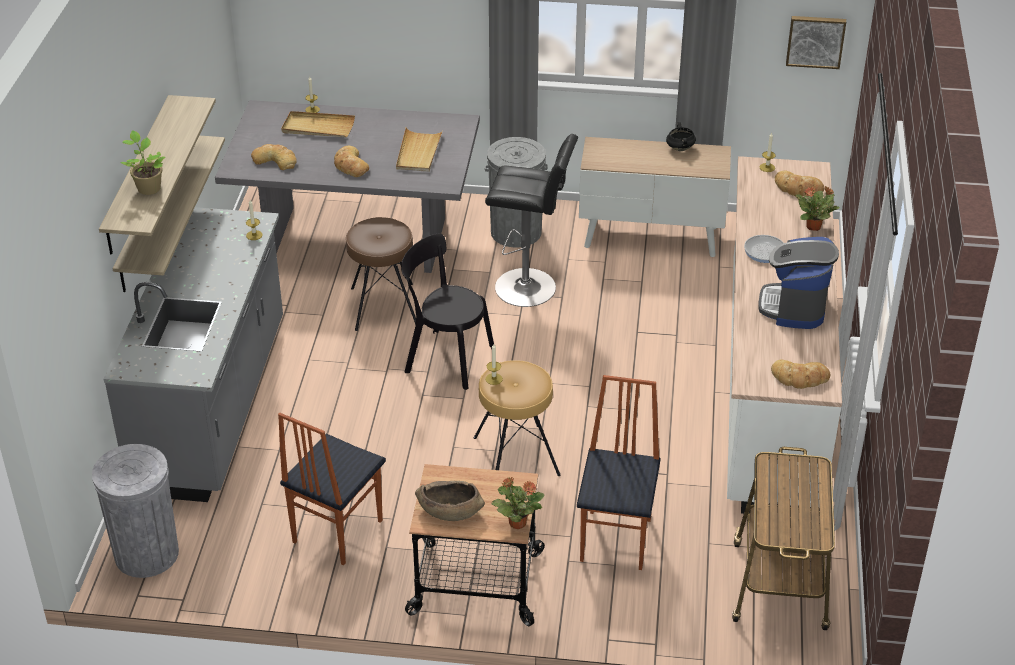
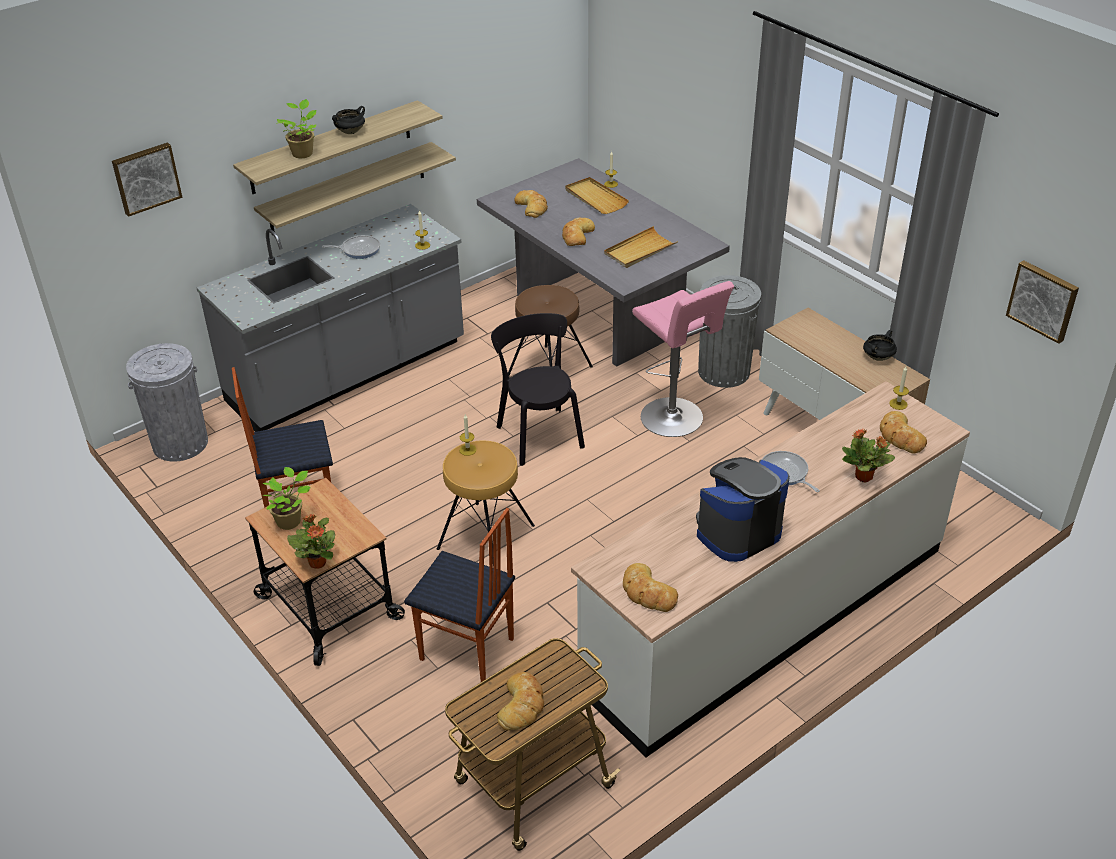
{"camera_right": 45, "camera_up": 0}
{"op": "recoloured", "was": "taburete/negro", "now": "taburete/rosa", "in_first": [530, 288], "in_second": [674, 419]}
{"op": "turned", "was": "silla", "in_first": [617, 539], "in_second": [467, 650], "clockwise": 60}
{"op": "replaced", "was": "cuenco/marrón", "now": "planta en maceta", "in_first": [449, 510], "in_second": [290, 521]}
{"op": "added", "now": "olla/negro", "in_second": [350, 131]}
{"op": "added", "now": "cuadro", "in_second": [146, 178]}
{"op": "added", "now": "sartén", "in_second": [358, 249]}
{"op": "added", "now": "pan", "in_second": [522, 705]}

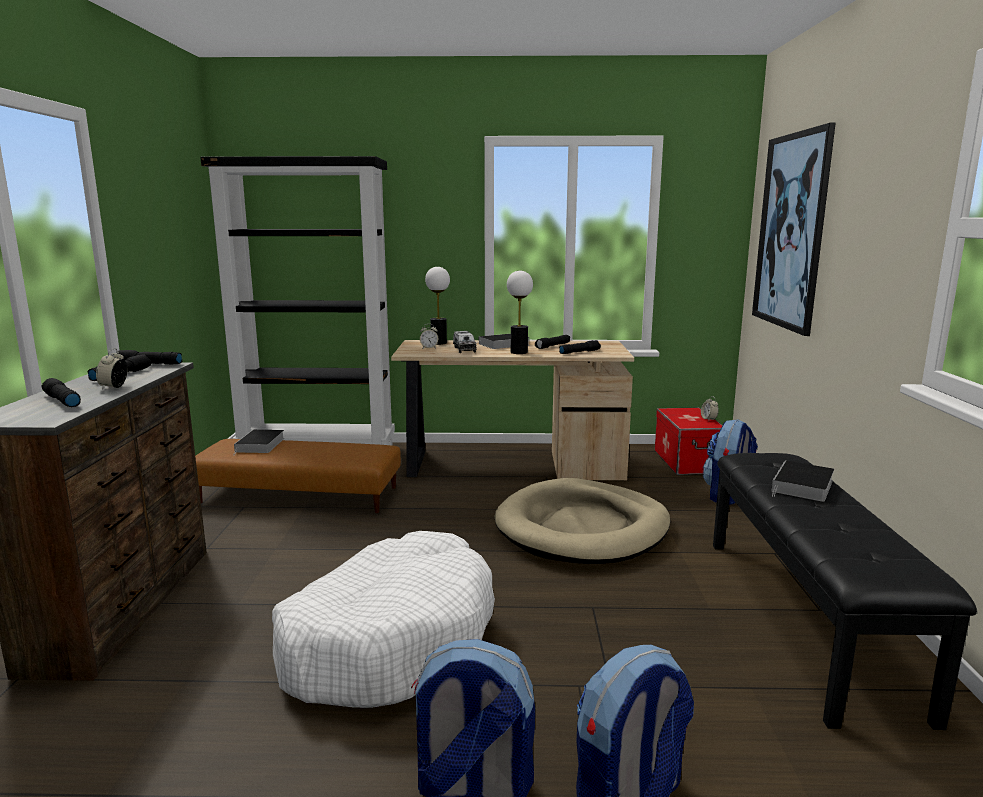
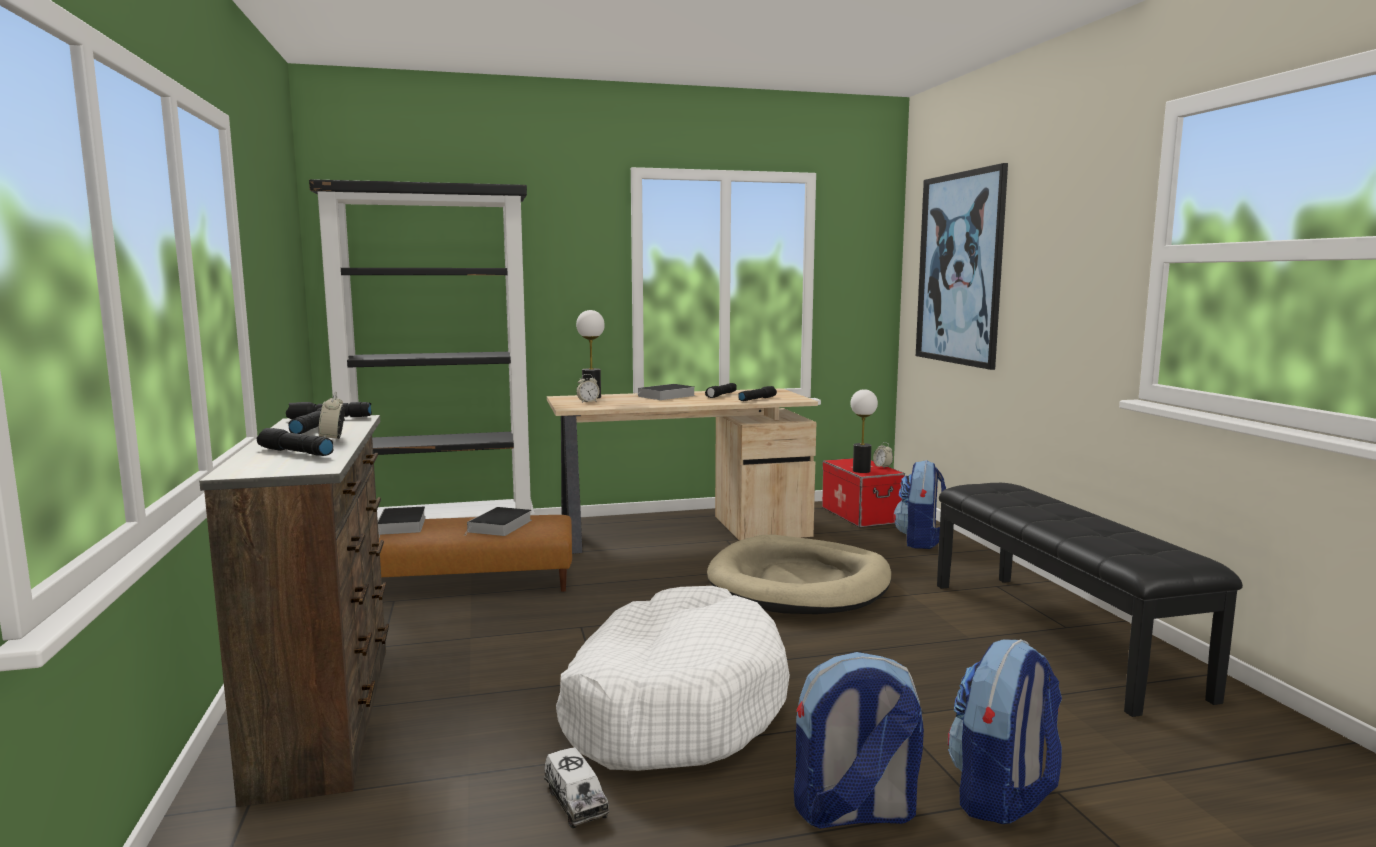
{"camera_right": -15, "camera_up": -5}
{"op": "moved", "was": "lámpara de mesa", "in_first": [518, 352], "in_second": [861, 471]}
{"op": "moved", "was": "camión de juguete", "in_first": [464, 349], "in_second": [575, 801]}
{"op": "moved", "was": "libro", "in_first": [803, 486], "in_second": [500, 526]}

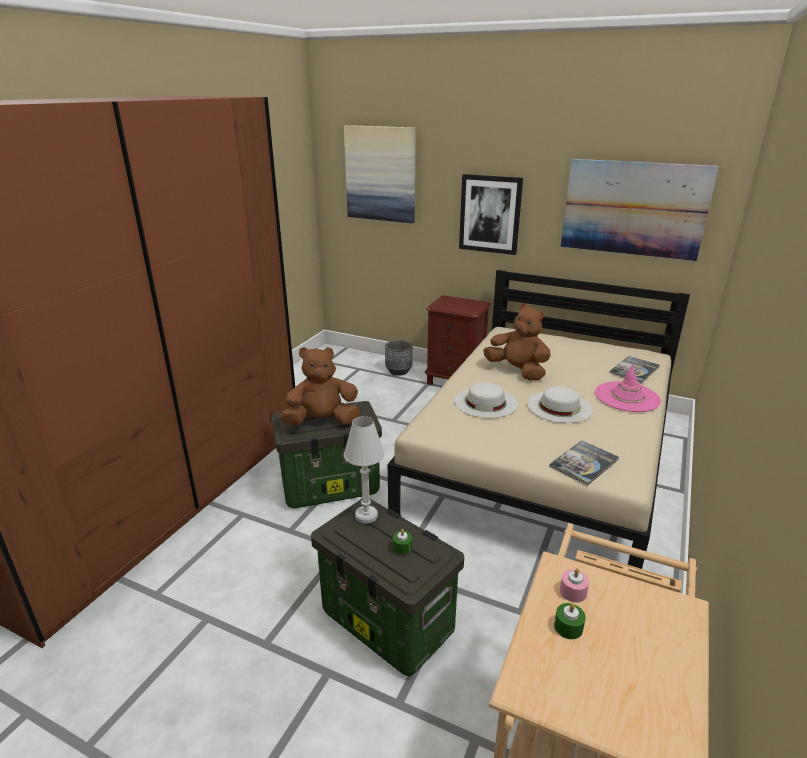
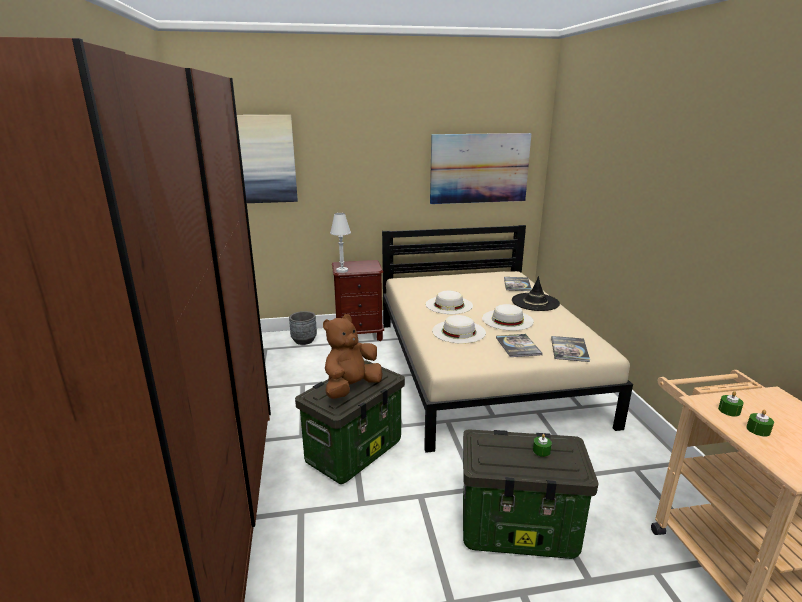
{"camera_right": -35, "camera_up": -5}
{"op": "removed", "was": "cuadro", "in_first": [490, 214]}
{"op": "replaced", "was": "peluche/marrón", "now": "sombrero/blanco", "in_first": [517, 371], "in_second": [449, 305]}
{"op": "recoloured", "was": "sombrero/rosa", "now": "sombrero/negro", "in_first": [627, 397], "in_second": [535, 302]}
{"op": "moved", "was": "lámpara de mesa/blanco", "in_first": [366, 516], "in_second": [342, 270]}
{"op": "recoloured", "was": "vela/rosa", "now": "vela/verde", "in_first": [573, 592], "in_second": [729, 410]}
{"op": "added", "now": "libro", "in_second": [518, 346]}

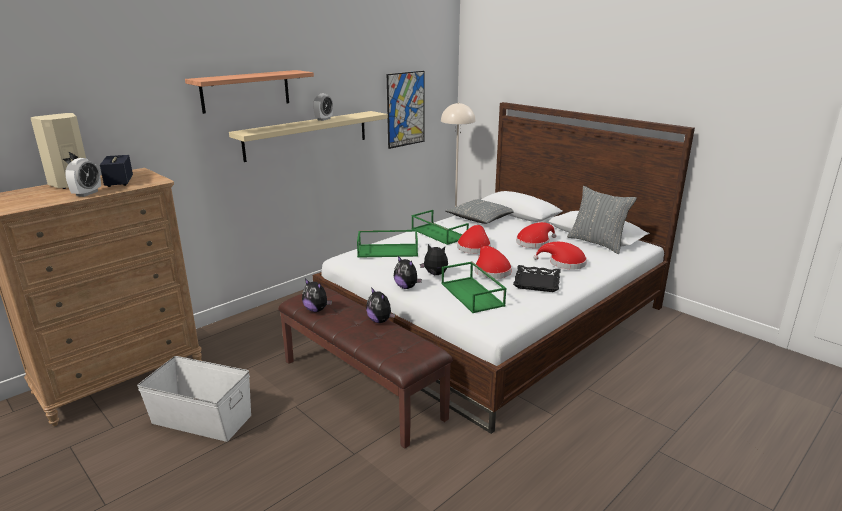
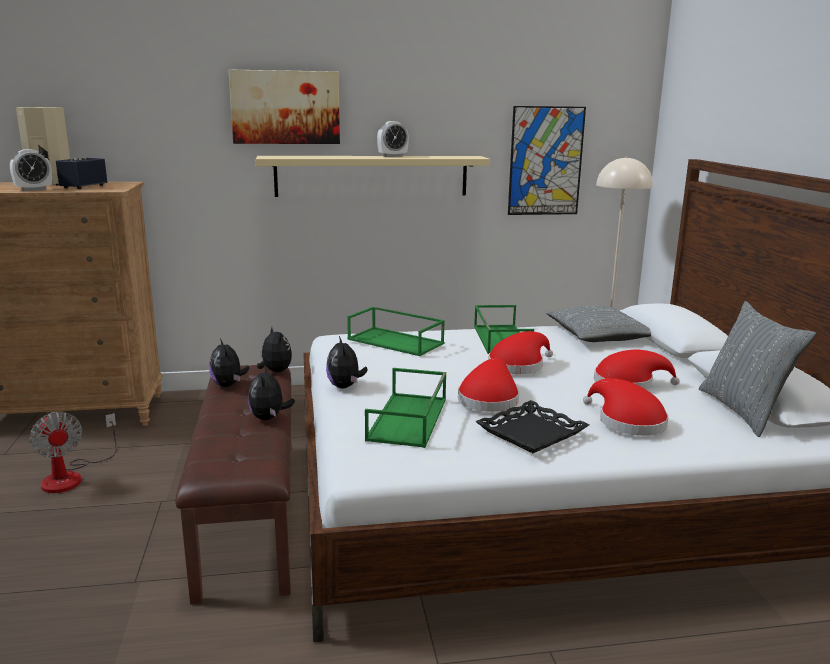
{"camera_right": 35, "camera_up": -5}
{"op": "replaced", "was": "estante", "now": "cuadro", "in_first": [246, 91], "in_second": [285, 107]}
{"op": "moved", "was": "peluche", "in_first": [435, 275], "in_second": [275, 371]}
{"op": "replaced", "was": "caja de almacenaje/blanco", "now": "ventilador", "in_first": [201, 418], "in_second": [71, 476]}

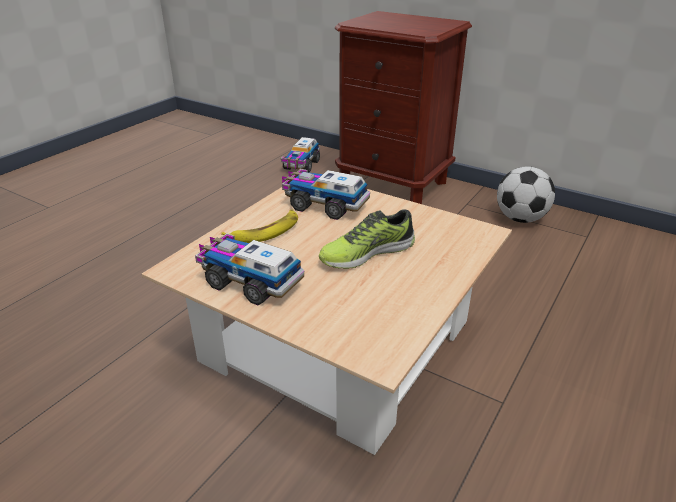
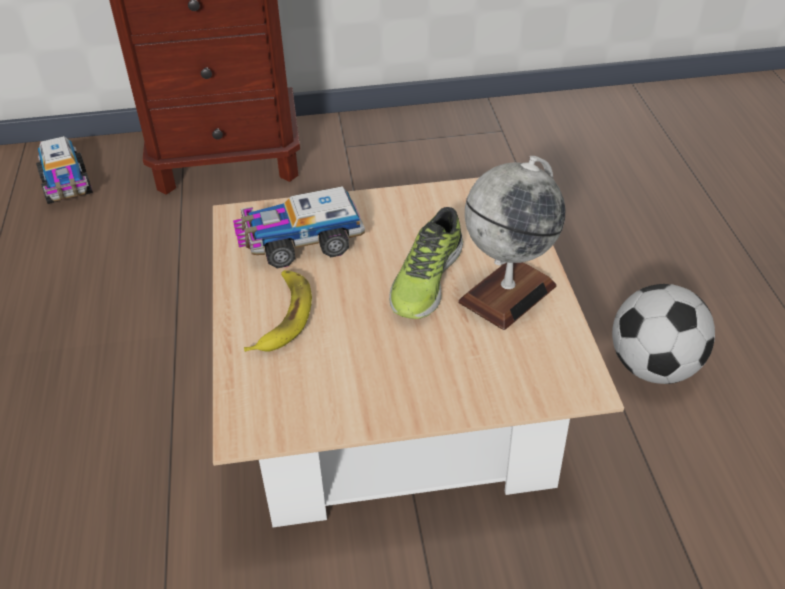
{"camera_right": -40, "camera_up": 10}
{"op": "moved", "was": "balón de fútbol", "in_first": [520, 218], "in_second": [654, 366]}
{"op": "removed", "was": "camión de juguete", "in_first": [249, 281]}
{"op": "added", "now": "globo terráqueo", "in_second": [507, 293]}

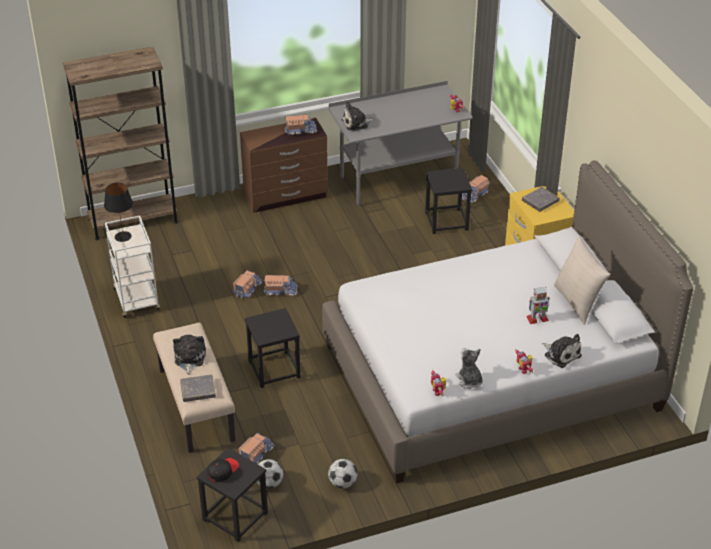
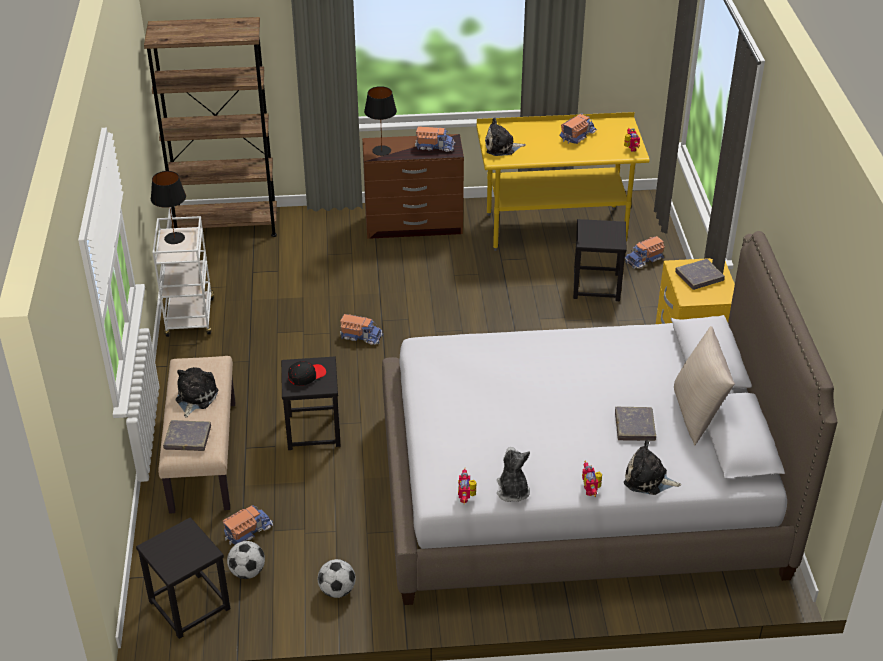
{"camera_right": 15, "camera_up": 0}
{"op": "recoloured", "was": "escritorio/gris", "now": "escritorio/amarillo", "in_first": [398, 181], "in_second": [555, 228]}
{"op": "moved", "was": "camión de juguete", "in_first": [247, 288], "in_second": [577, 135]}
{"op": "replaced", "was": "robot de juguete", "now": "libro/gris", "in_first": [537, 319], "in_second": [634, 426]}
{"op": "turned", "was": "peluche", "in_first": [561, 354], "in_second": [648, 479], "clockwise": 135}
{"op": "moved", "was": "gorra/negro", "in_first": [222, 471], "in_second": [306, 376]}
{"op": "added", "now": "lámpara de mesa/negro", "in_second": [382, 150]}

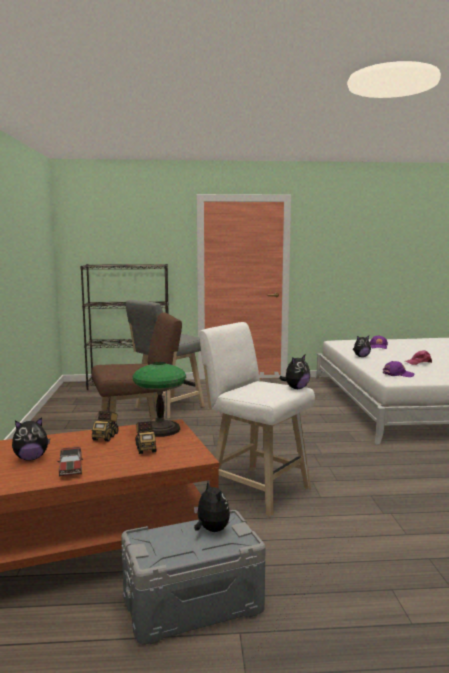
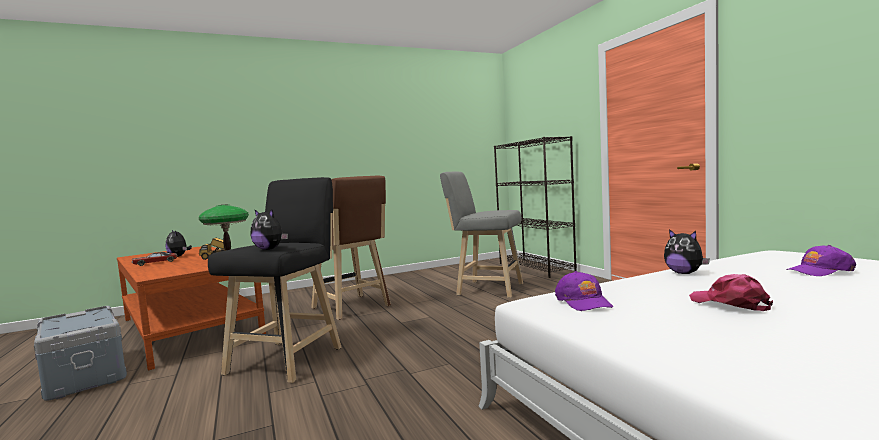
{"camera_right": 70, "camera_up": -5}
{"op": "recoloured", "was": "taburete/blanco", "now": "taburete/negro", "in_first": [255, 489], "in_second": [289, 358]}
{"op": "removed", "was": "camión de juguete", "in_first": [145, 448]}
{"op": "removed", "was": "peluche", "in_first": [211, 530]}

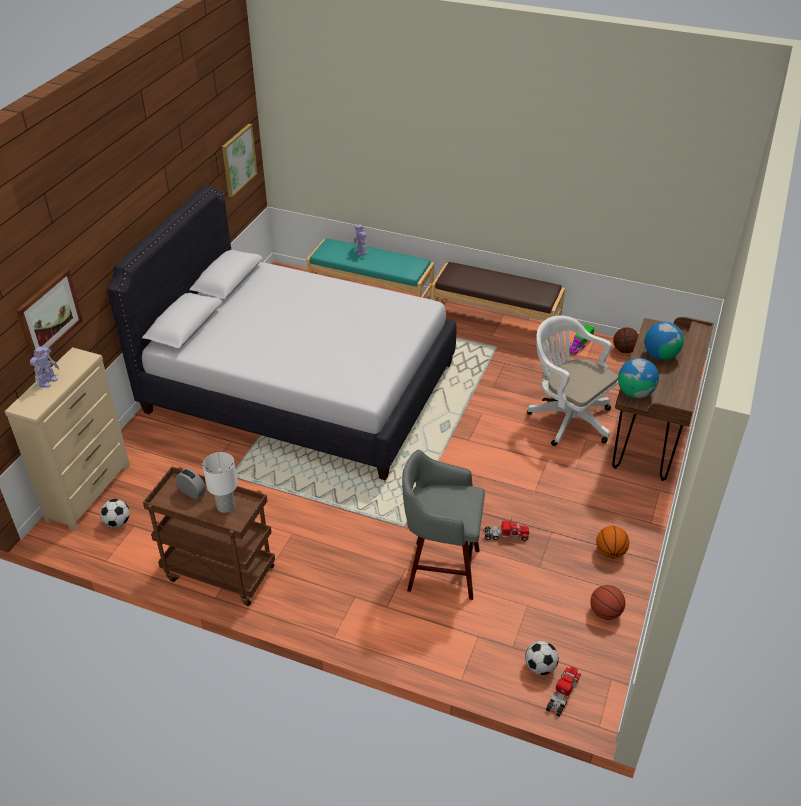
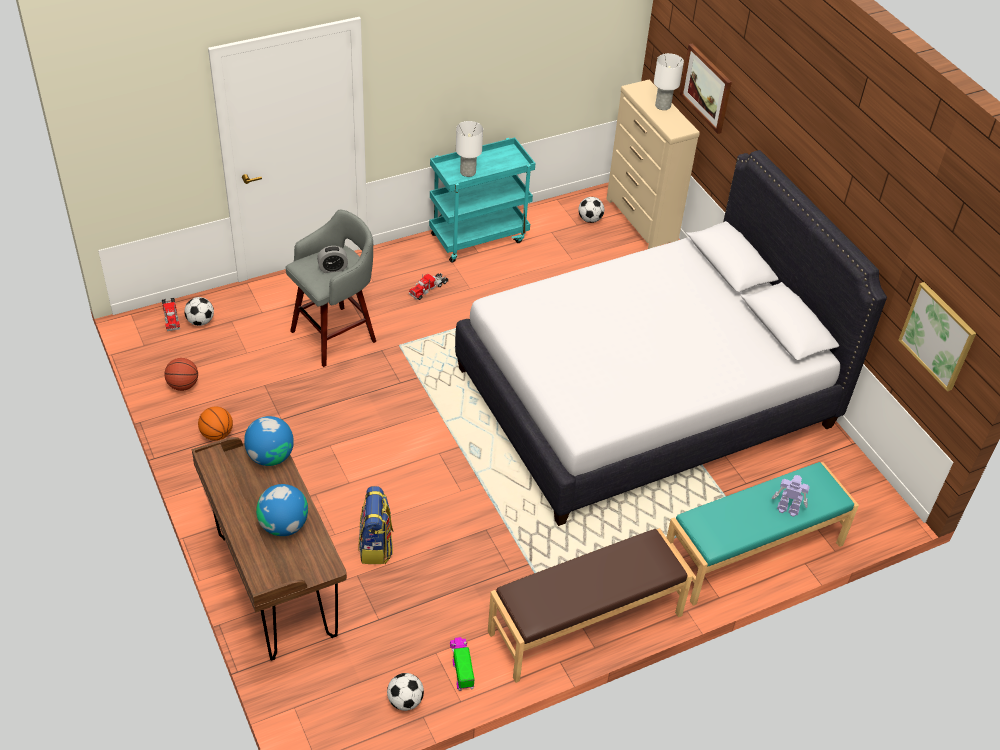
{"camera_right": 130, "camera_up": 5}
{"op": "replaced", "was": "silla de oficina/blanco", "now": "mochila", "in_first": [567, 418], "in_second": [376, 546]}
{"op": "replaced", "was": "balón de baloncesto", "now": "balón de fútbol", "in_first": [624, 350], "in_second": [405, 701]}
{"op": "replaced", "was": "robot de juguete", "now": "lámpara de mesa/blanco", "in_first": [48, 381], "in_second": [663, 106]}
{"op": "recoloured", "was": "carrito/marrón", "now": "carrito/turquesa", "in_first": [218, 573], "in_second": [479, 237]}
{"op": "moved", "was": "despertador", "in_first": [192, 492], "in_second": [333, 268]}
{"op": "moved", "was": "camión de juguete", "in_first": [505, 535], "in_second": [428, 288]}

